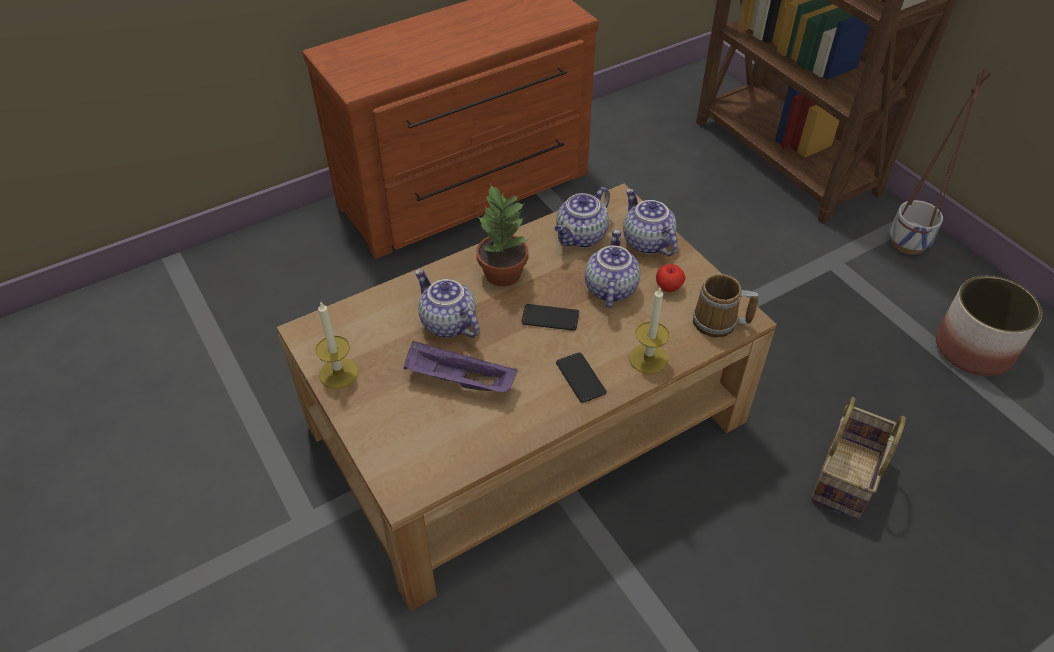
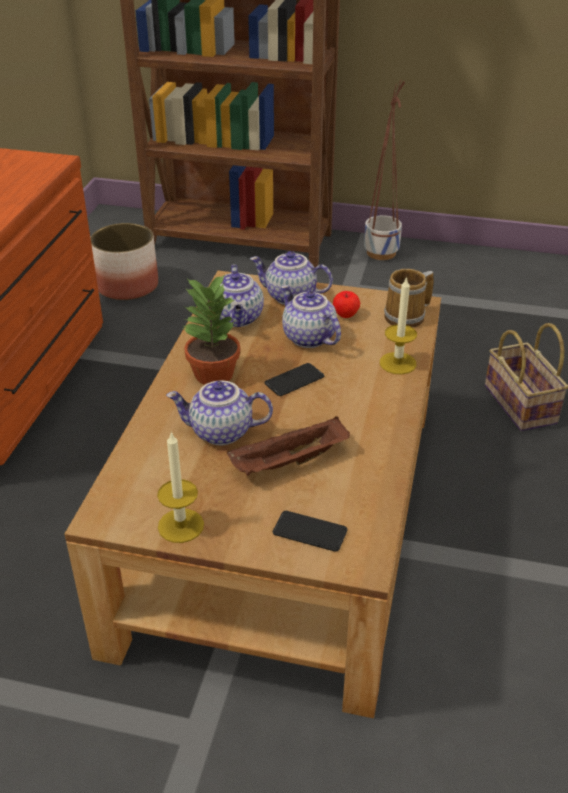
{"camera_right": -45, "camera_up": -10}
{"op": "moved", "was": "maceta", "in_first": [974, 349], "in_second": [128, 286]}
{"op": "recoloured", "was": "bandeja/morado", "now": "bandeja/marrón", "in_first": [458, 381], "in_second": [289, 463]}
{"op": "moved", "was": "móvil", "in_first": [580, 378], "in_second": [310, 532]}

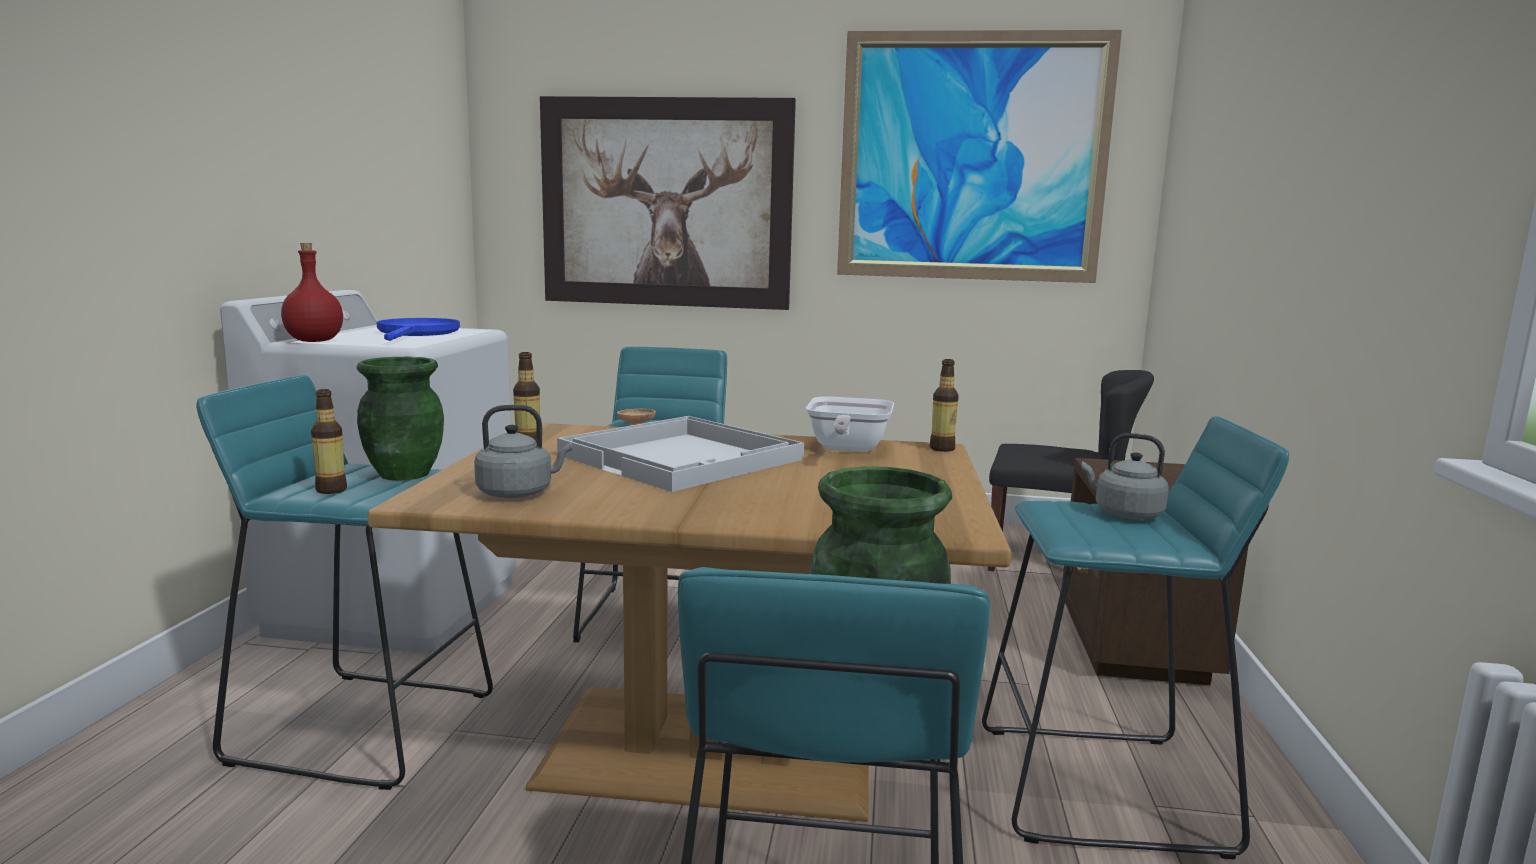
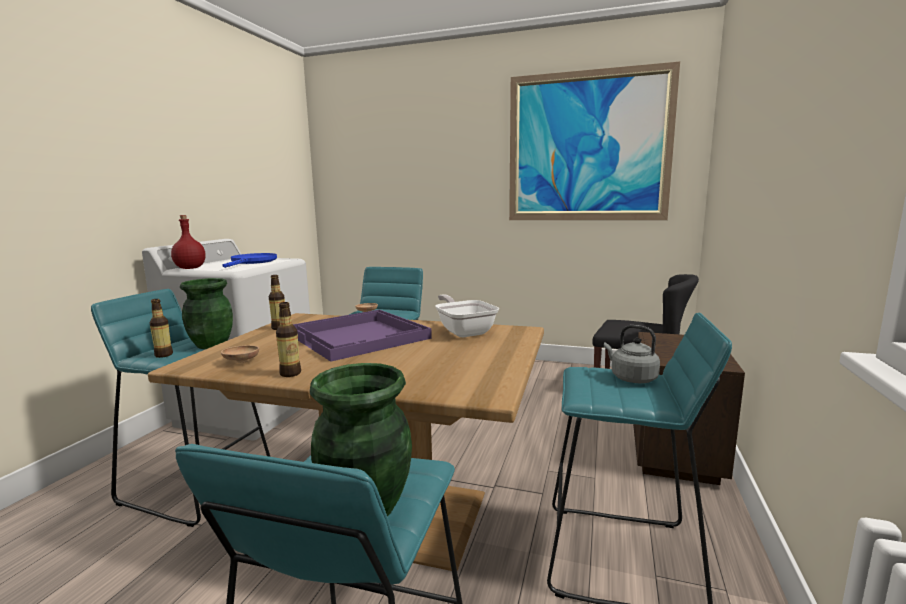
{"camera_right": 10, "camera_up": 0}
{"op": "removed", "was": "cuadro", "in_first": [666, 203]}
{"op": "moved", "was": "botella", "in_first": [942, 449], "in_second": [290, 373]}
{"op": "turned", "was": "sartén", "in_first": [846, 449], "in_second": [464, 331], "clockwise": 135}
{"op": "replaced", "was": "hervidor/gris", "now": "cuenco/marrón", "in_first": [519, 493], "in_second": [241, 361]}
{"op": "recoloured", "was": "bandeja/blanco", "now": "bandeja/morado", "in_first": [683, 457], "in_second": [360, 336]}

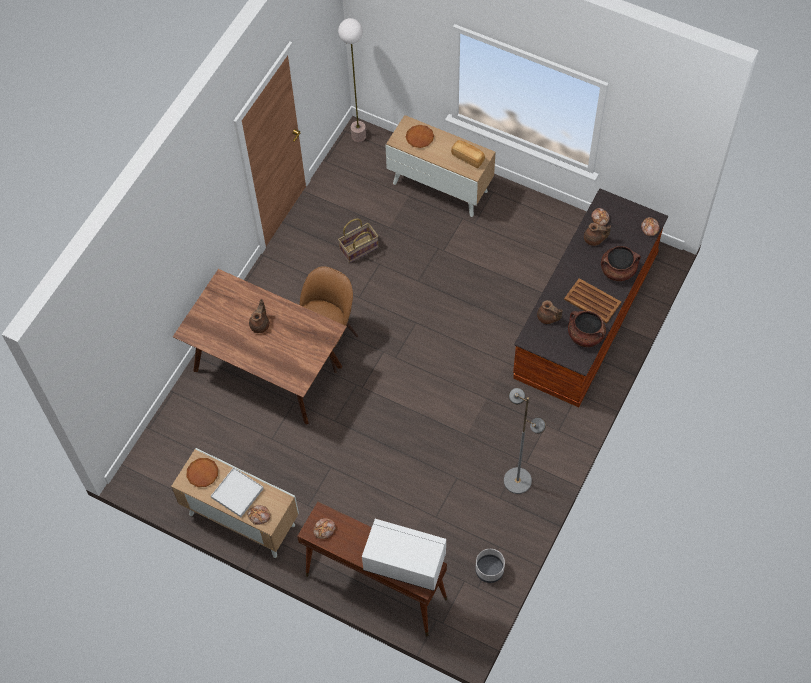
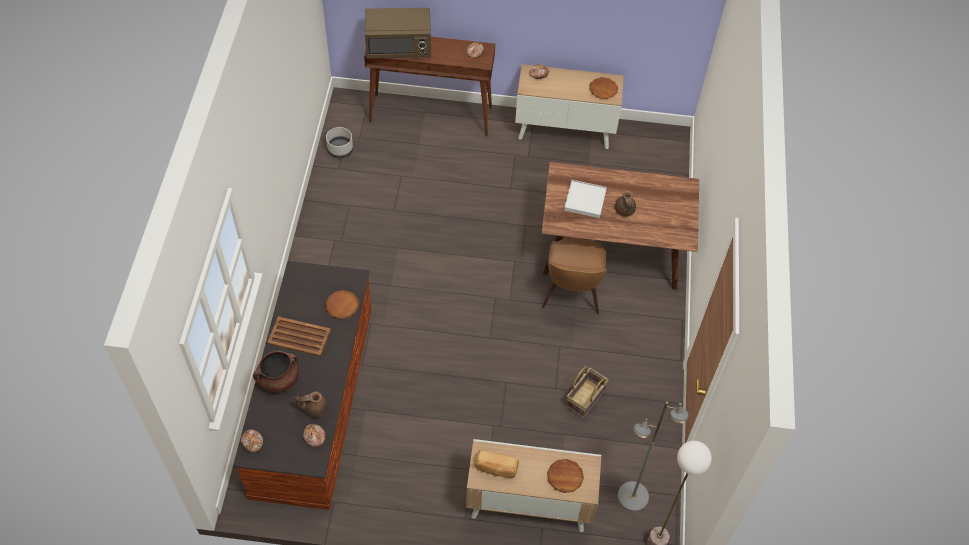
{"camera_right": 155, "camera_up": -5}
{"op": "replaced", "was": "tetera/marrón", "now": "plato/marrón", "in_first": [548, 317], "in_second": [342, 306]}
{"op": "removed", "was": "olla/marrón", "in_first": [585, 335]}
{"op": "moved", "was": "lámpara de pie/gris", "in_first": [517, 480], "in_second": [633, 497]}
{"op": "moved", "was": "bandeja/blanco", "in_first": [237, 493], "in_second": [585, 200]}
{"op": "recoloured", "was": "microondas/blanco", "now": "microondas/marrón", "in_first": [404, 563], "in_second": [399, 47]}

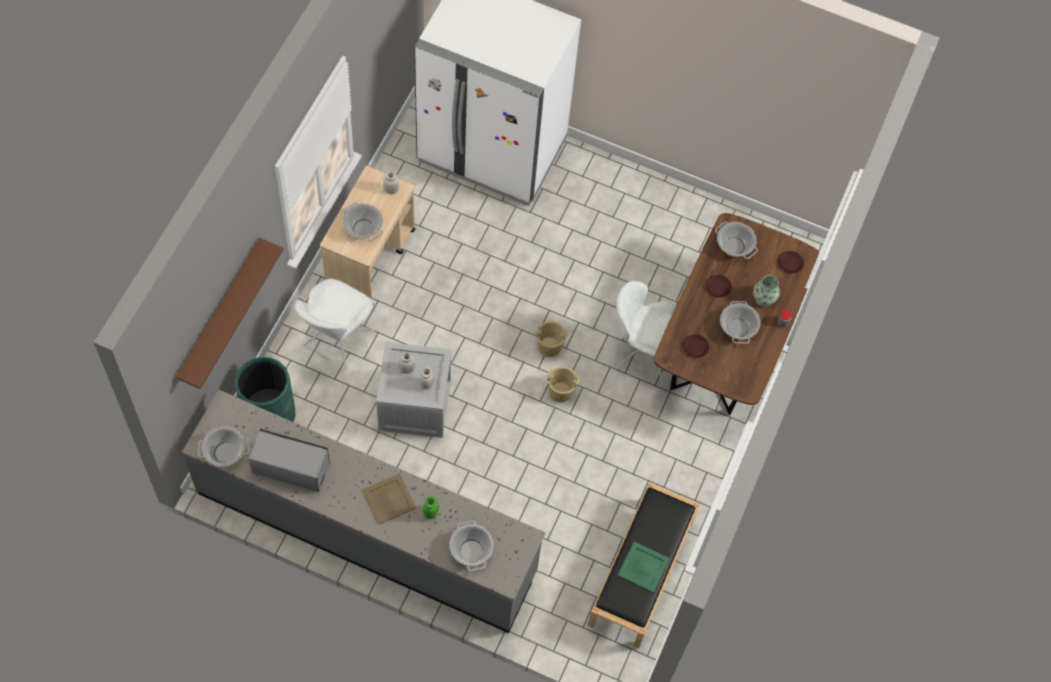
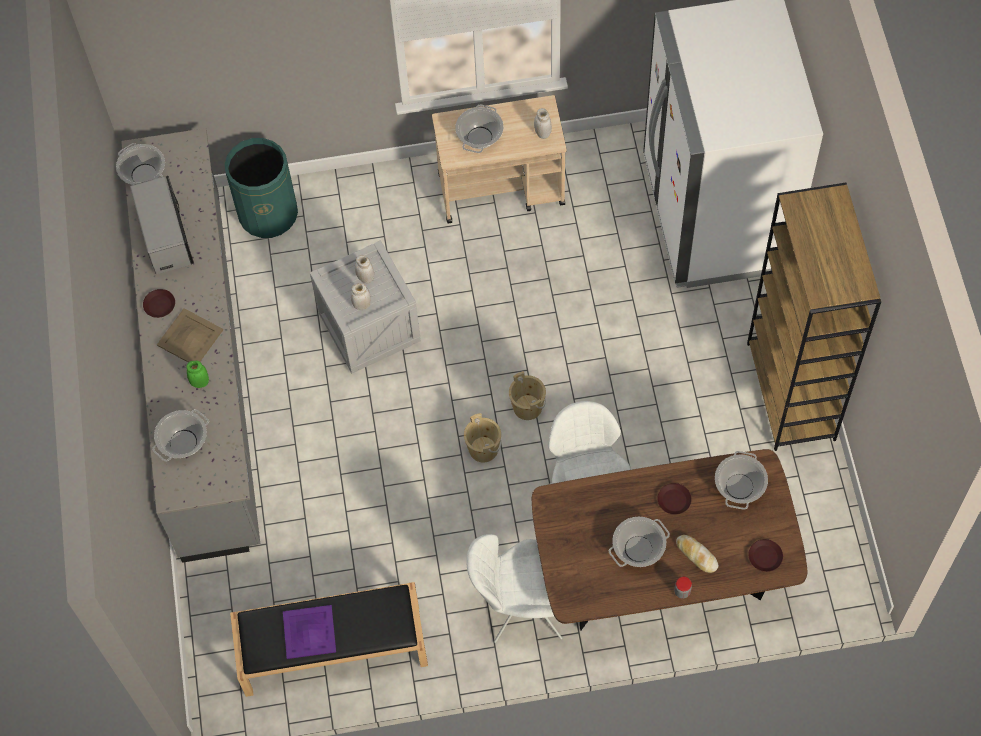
{"camera_right": 65, "camera_up": 0}
{"op": "removed", "was": "estante/marrón", "in_first": [220, 313]}
{"op": "replaced", "was": "florero", "now": "pan", "in_first": [763, 299], "in_second": [696, 555]}
{"op": "moved", "was": "silla/blanco", "in_first": [337, 340], "in_second": [522, 608]}
{"op": "moved", "was": "plato/marrón", "in_first": [695, 347], "in_second": [159, 305]}
{"op": "recoloured", "was": "bandeja/verde", "now": "bandeja/morado", "in_first": [642, 567], "in_second": [308, 631]}
{"op": "added", "now": "estantería/marrón", "in_second": [791, 392]}

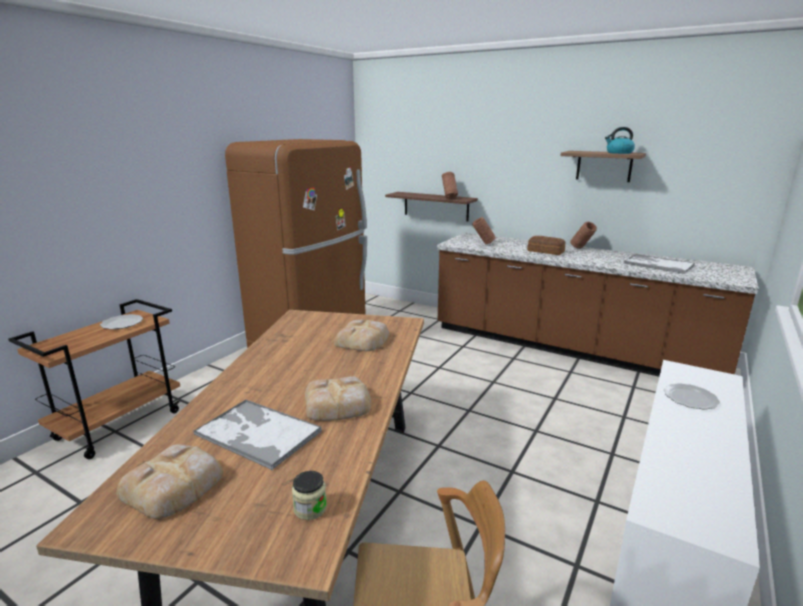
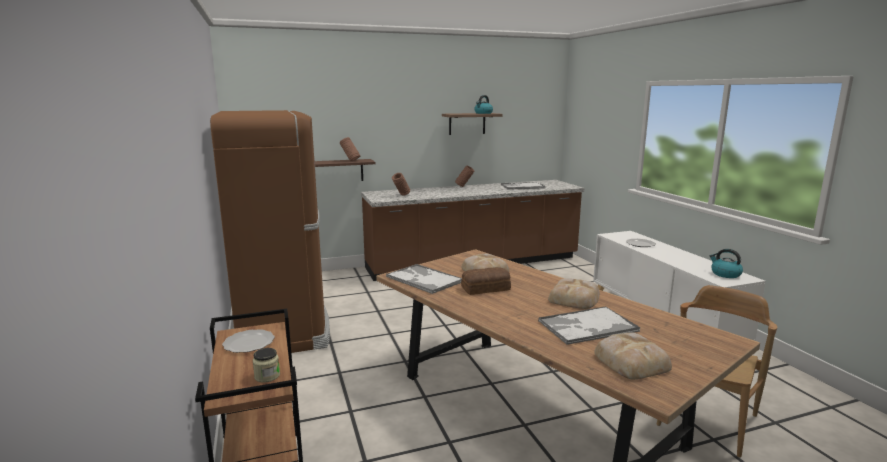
{"camera_right": -50, "camera_up": -5}
{"op": "moved", "was": "pan", "in_first": [546, 251], "in_second": [486, 289]}
{"op": "moved", "was": "tarro", "in_first": [310, 508], "in_second": [267, 376]}
{"op": "added", "now": "hervidor", "in_second": [725, 274]}
{"op": "added", "now": "bandeja", "in_second": [423, 279]}

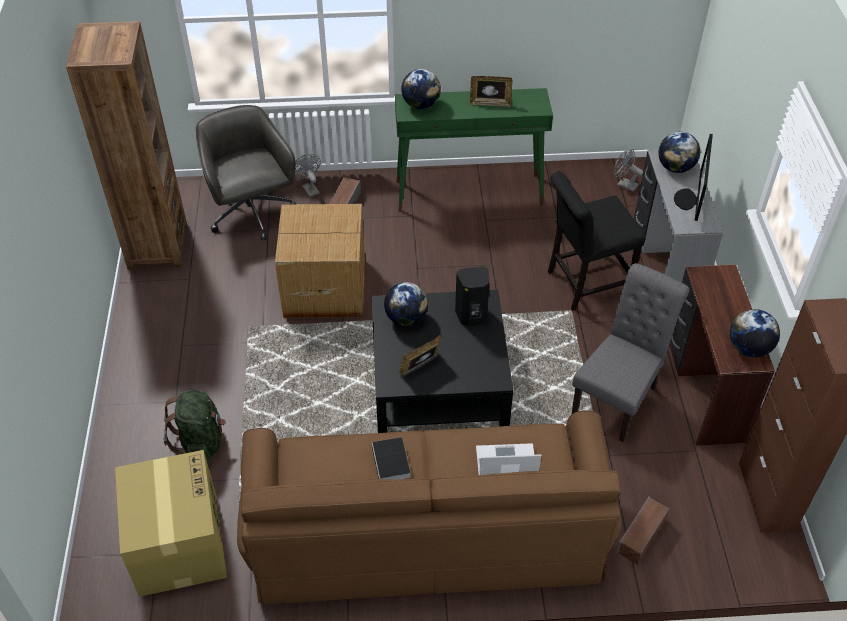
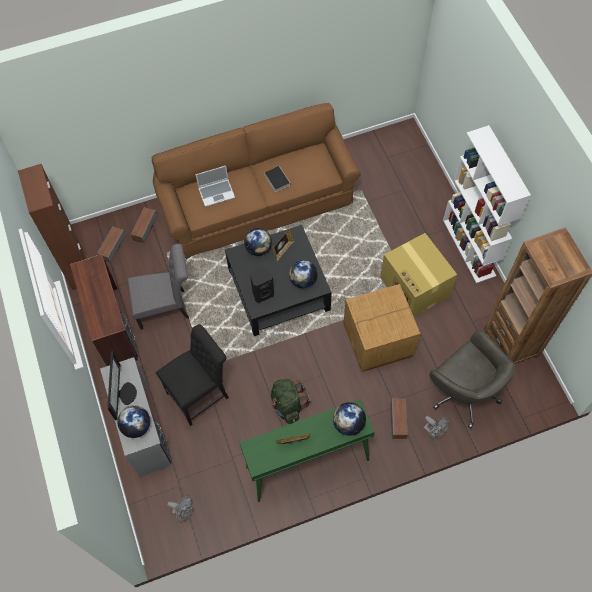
{"camera_right": 165, "camera_up": 15}
{"op": "turned", "was": "silla/gris", "in_first": [618, 398], "in_second": [166, 308], "clockwise": -120}
{"op": "moved", "was": "globo terráqueo", "in_first": [748, 348], "in_second": [258, 248]}
{"op": "moved", "was": "mochila/verde", "in_first": [201, 442], "in_second": [287, 405]}
{"op": "moved", "was": "caja de cartón", "in_first": [178, 543], "in_second": [415, 287]}
{"op": "added", "now": "estantería/blanco", "in_second": [469, 248]}
{"op": "added", "now": "altavoz", "in_second": [112, 247]}

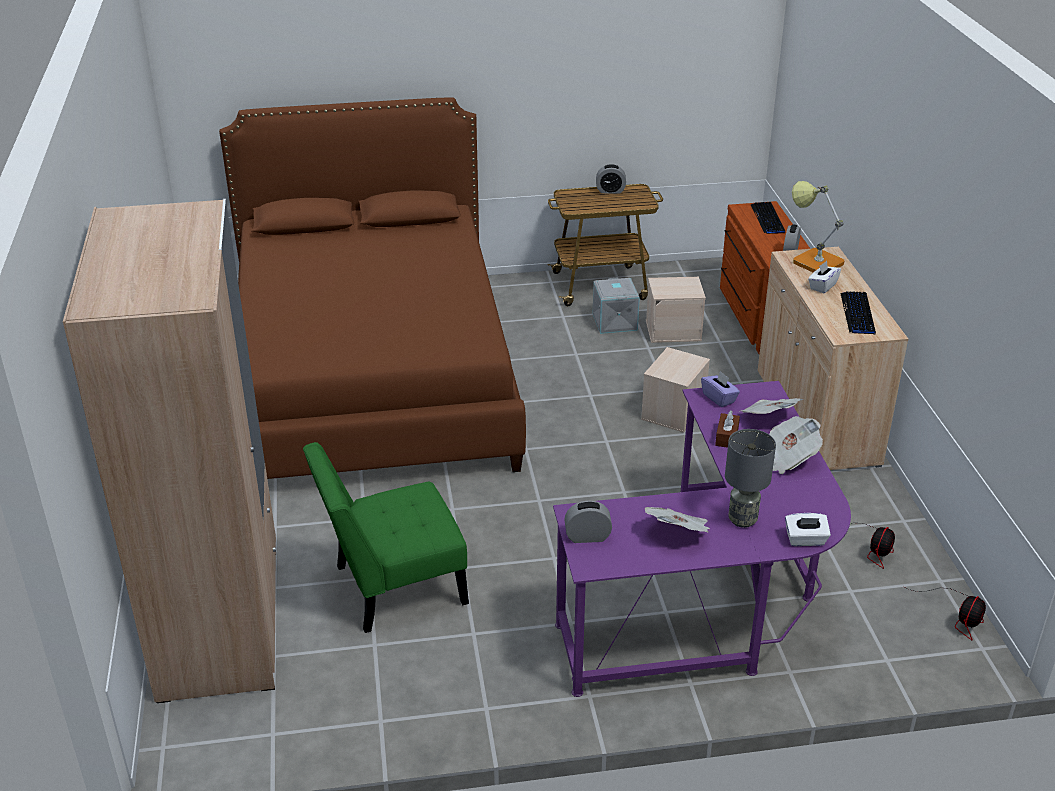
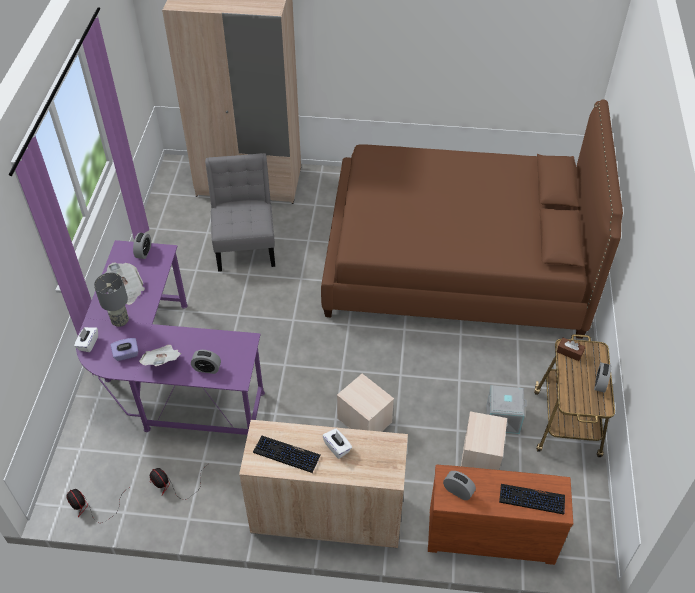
{"camera_right": 105, "camera_up": 15}
{"op": "removed", "was": "lámpara de mesa", "in_first": [812, 261]}
{"op": "moved", "was": "caja de pañuelos/morado", "in_first": [719, 398], "in_second": [126, 354]}
{"op": "replaced", "was": "periódico", "now": "despertador", "in_first": [769, 418], "in_second": [207, 368]}
{"op": "moved", "was": "caja de pañuelos/marrón", "in_first": [726, 437], "in_second": [569, 352]}
{"op": "recoloured", "was": "silla/verde", "now": "silla/gris", "in_first": [392, 587], "in_second": [245, 244]}

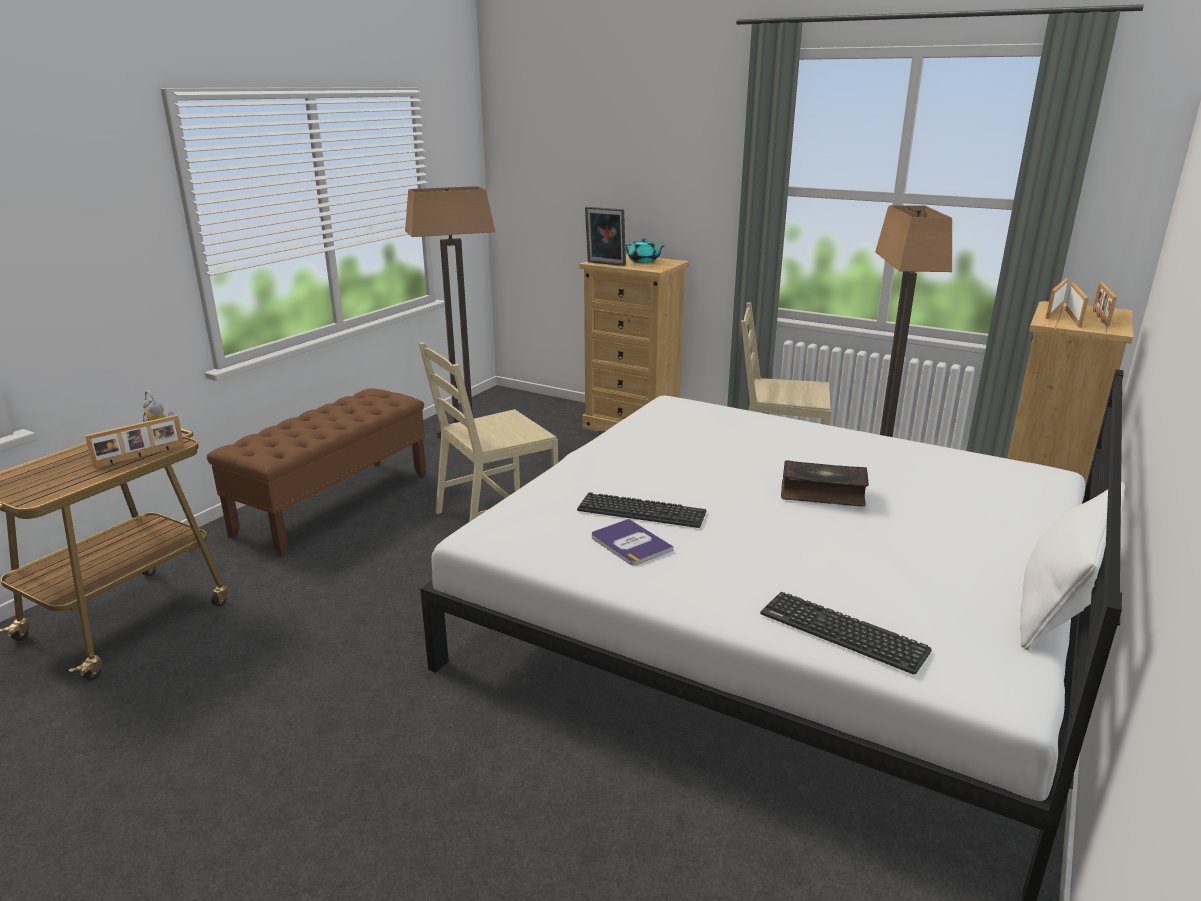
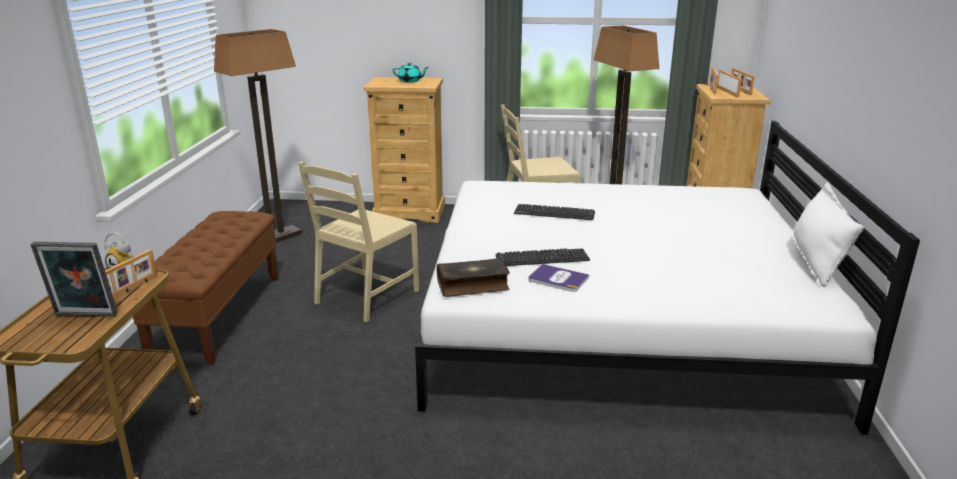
{"camera_right": -25, "camera_up": 0}
{"op": "moved", "was": "portarretratos", "in_first": [605, 264], "in_second": [84, 316]}
{"op": "moved", "was": "libro", "in_first": [822, 493], "in_second": [473, 285]}
{"op": "moved", "was": "teclado", "in_first": [842, 632], "in_second": [554, 213]}

